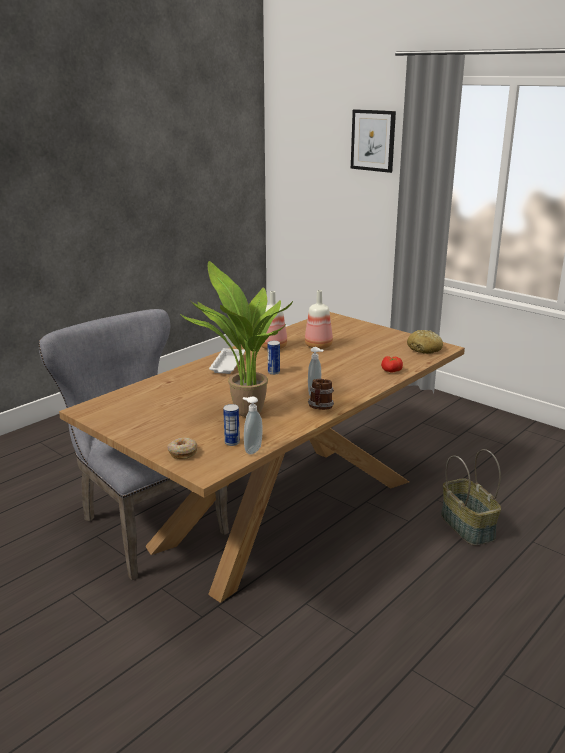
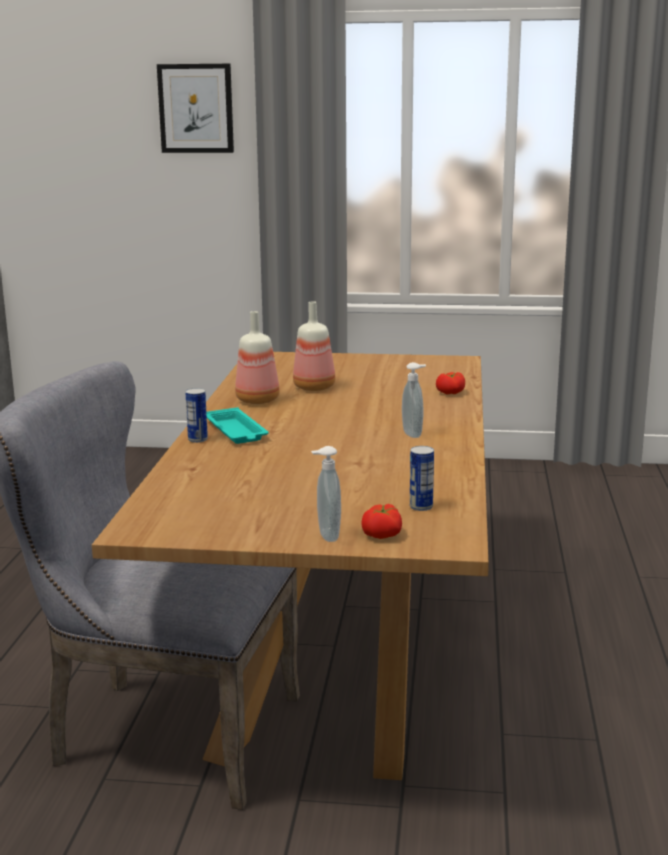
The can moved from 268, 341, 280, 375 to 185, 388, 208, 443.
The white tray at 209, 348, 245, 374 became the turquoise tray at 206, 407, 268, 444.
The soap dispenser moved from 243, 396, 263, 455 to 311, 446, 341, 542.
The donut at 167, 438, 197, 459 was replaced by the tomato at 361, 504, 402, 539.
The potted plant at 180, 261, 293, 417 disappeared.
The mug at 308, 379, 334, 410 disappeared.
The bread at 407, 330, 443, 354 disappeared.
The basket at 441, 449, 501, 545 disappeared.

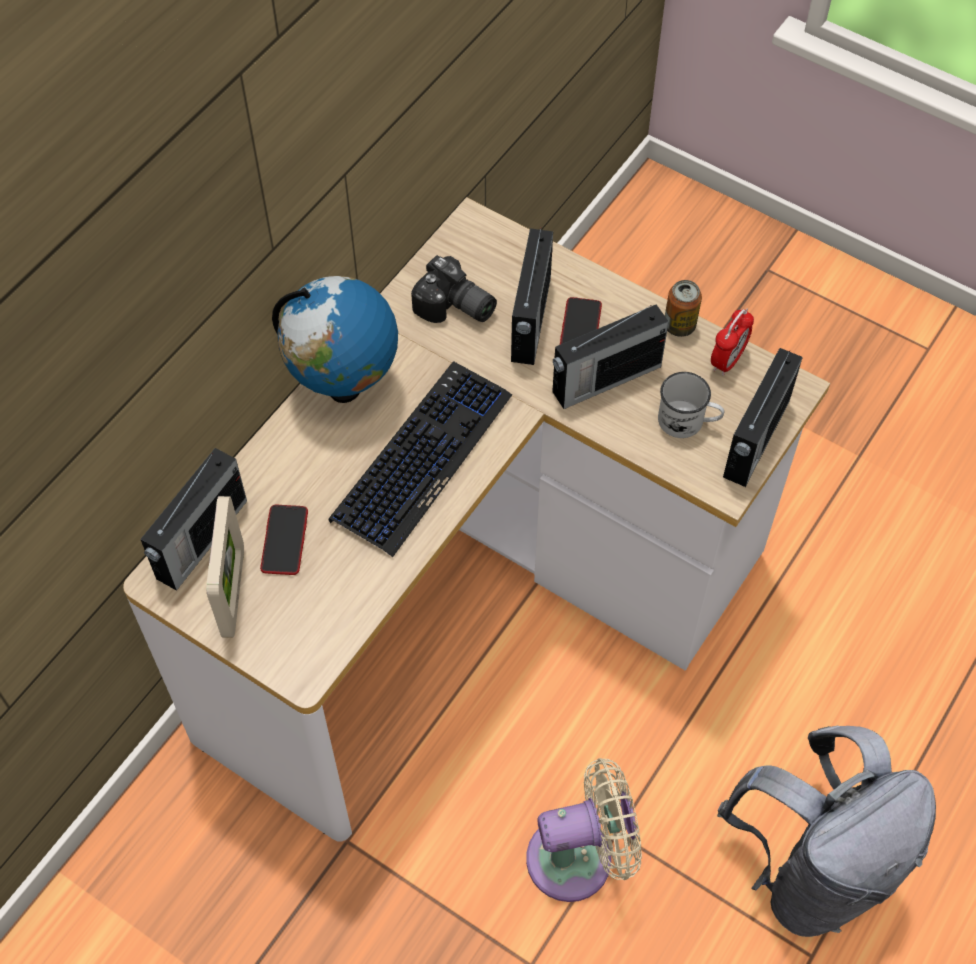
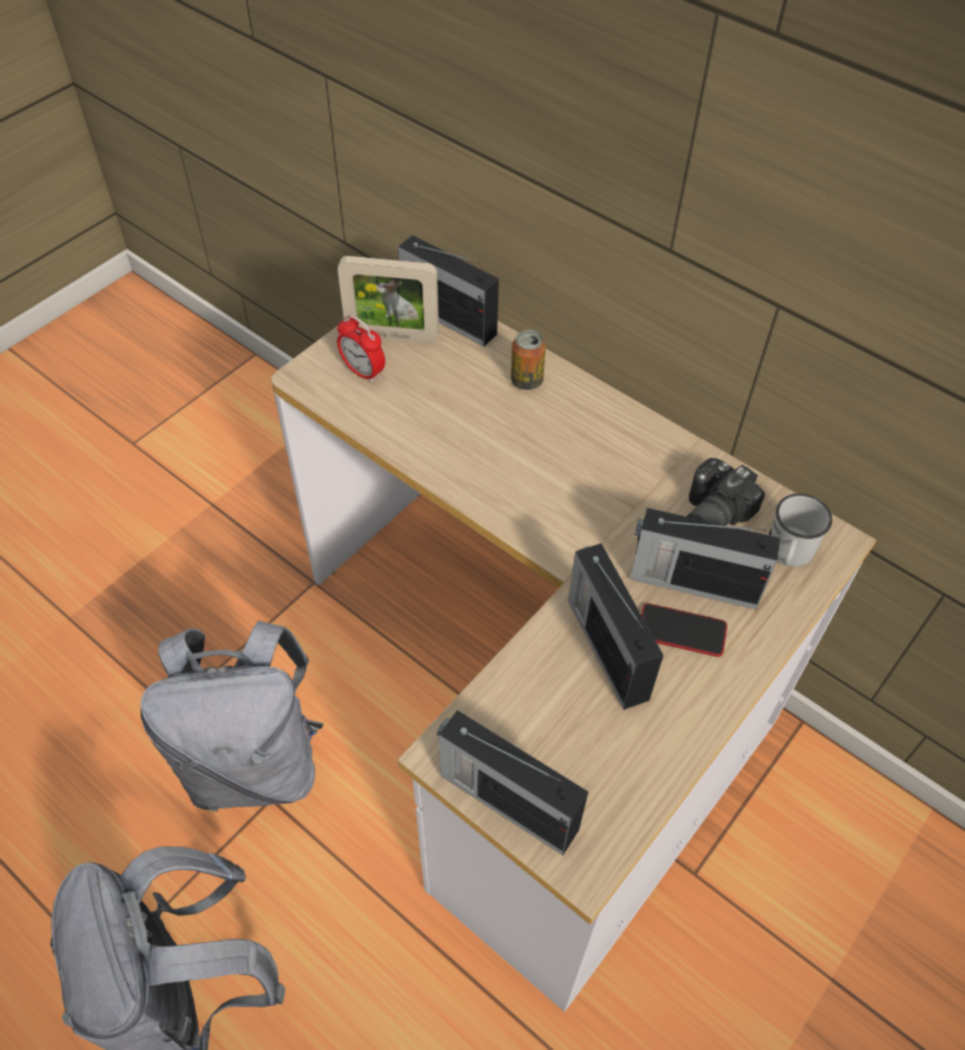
The beige fan at 526, 758, 642, 902 was replaced by the grey backpack at 140, 621, 323, 811.
The alarm clock moved from 711, 308, 754, 376 to 337, 315, 385, 383.
The can moved from 665, 280, 702, 337 to 511, 330, 546, 390.
The white mug moved from 658, 372, 724, 438 to 768, 494, 832, 567.
The phone at 260, 505, 308, 575 disappeared.
The globe at 272, 276, 398, 403 disappeared.
The keyboard at 328, 361, 512, 557 disappeared.

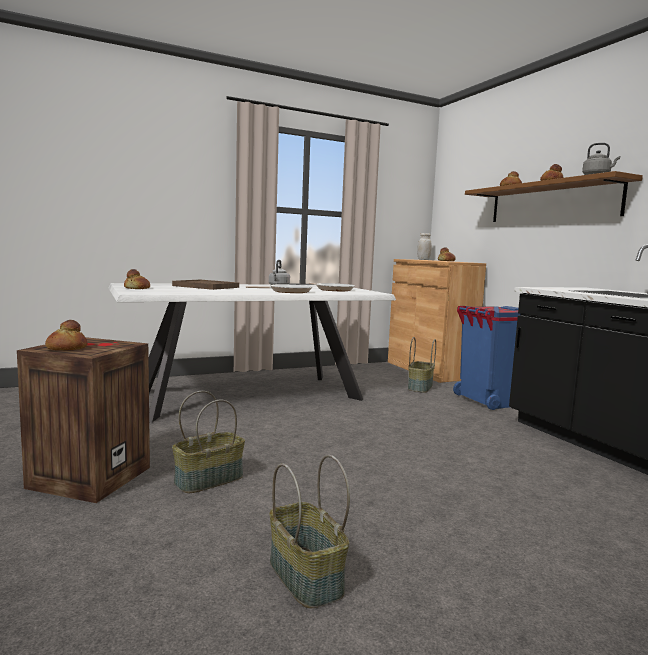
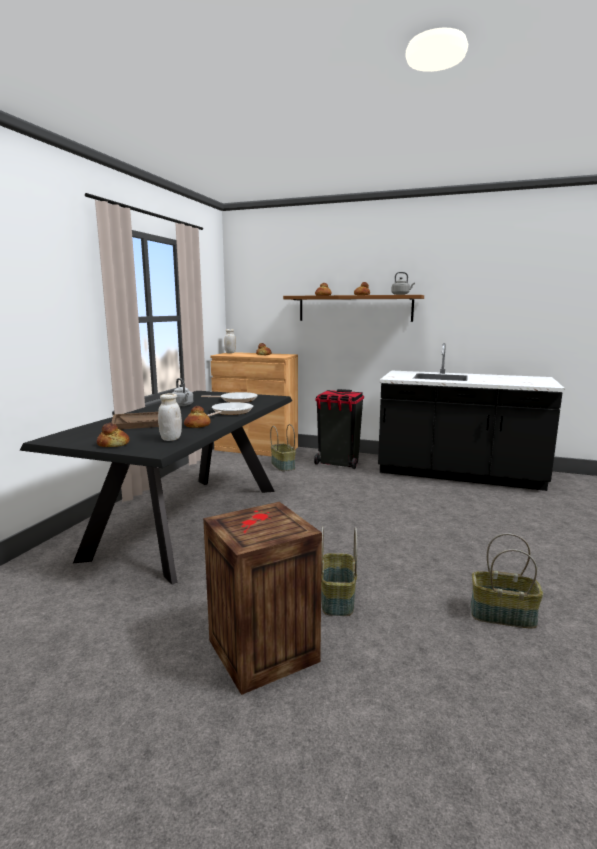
The white dining table at 109, 283, 396, 423 became the black dining table at 20, 391, 292, 584.
The white jar at 158, 393, 182, 441 appeared.
The bread moved from 45, 320, 88, 350 to 184, 406, 211, 428.
The blue trash can at 453, 306, 520, 410 became the black trash can at 314, 389, 364, 469.

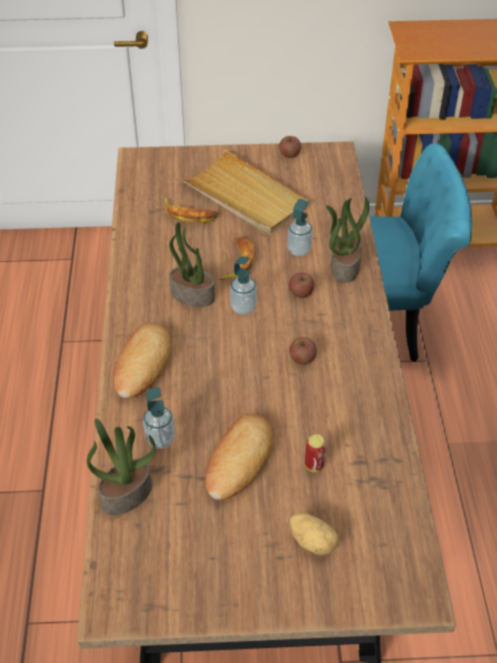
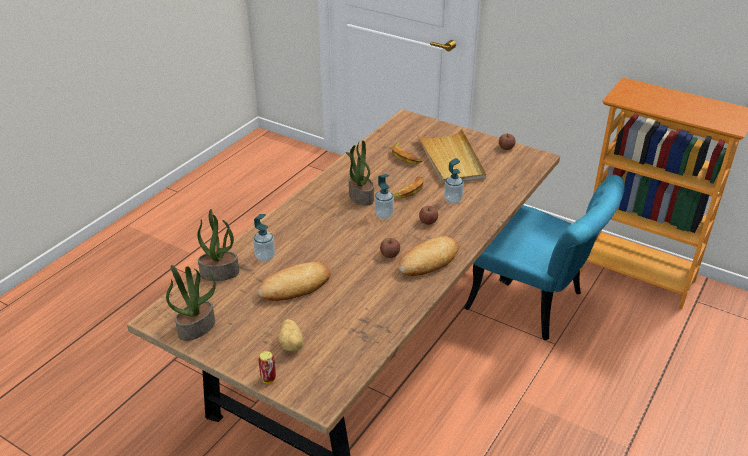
The potted plant moved from 326, 197, 369, 283 to 166, 265, 216, 341.
The can moved from 305, 434, 326, 472 to 258, 351, 276, 384.
The bread moved from 113, 323, 171, 398 to 398, 236, 459, 276.

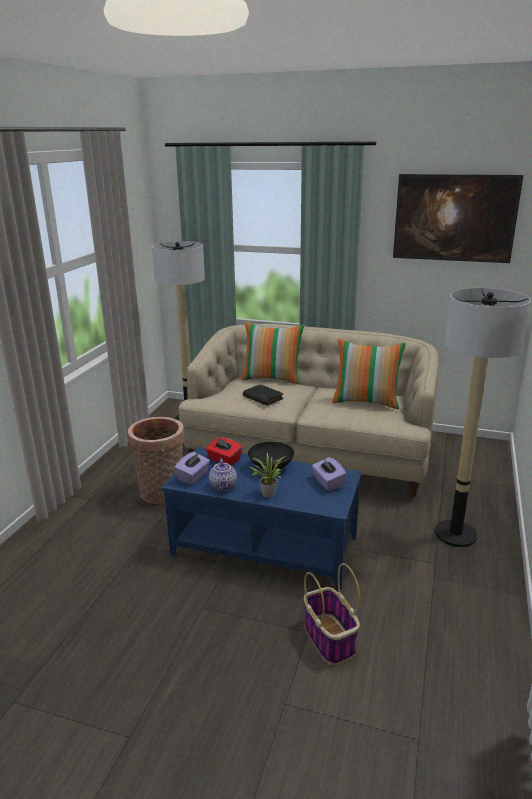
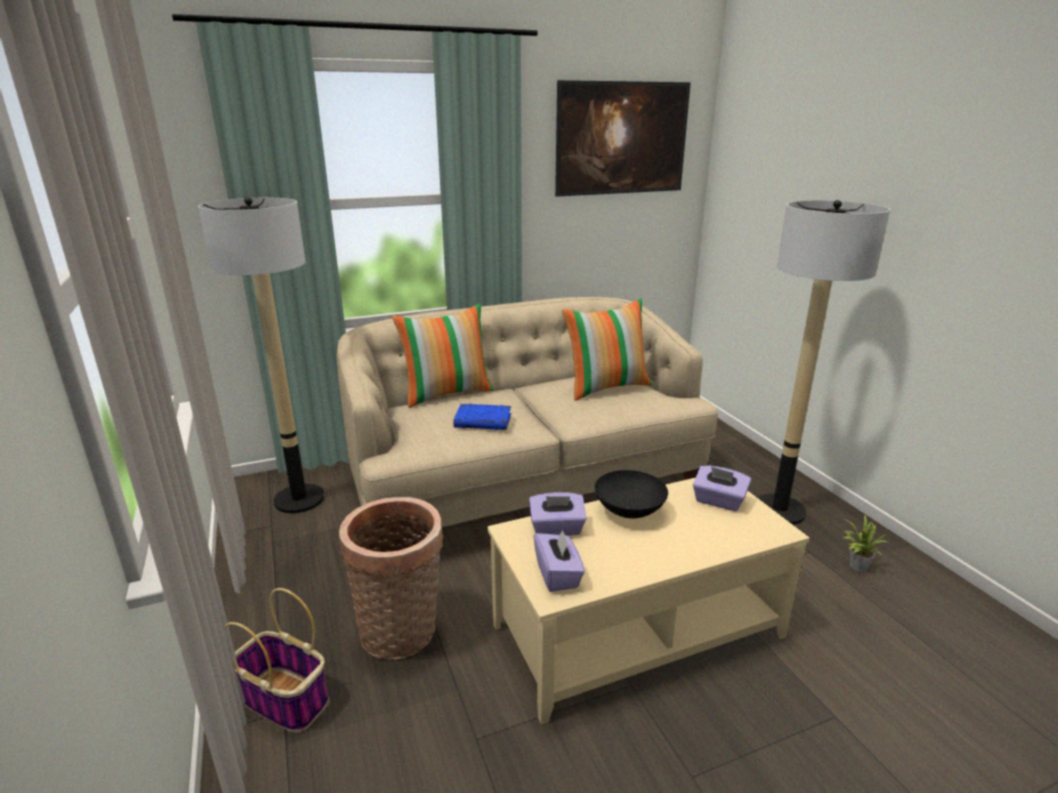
The basket moved from 304, 563, 360, 665 to 224, 588, 329, 733.
The black book at 243, 384, 284, 406 became the blue book at 453, 403, 511, 430.
The blue coffee table at 162, 447, 362, 590 became the beige coffee table at 487, 478, 809, 724.
The red tissue box at 206, 437, 242, 465 became the purple tissue box at 529, 492, 587, 535.
The potted plant moved from 250, 453, 286, 498 to 844, 515, 887, 572.
The teapot at 209, 458, 237, 491 disappeared.

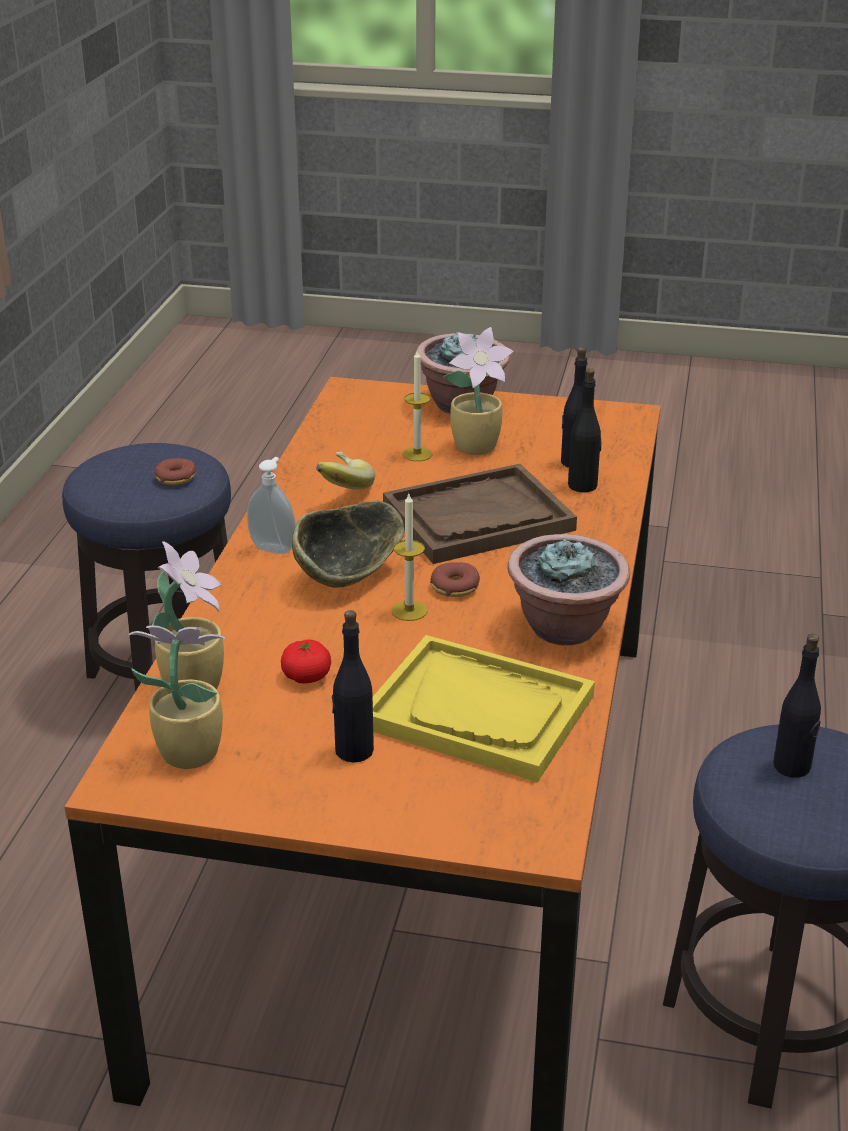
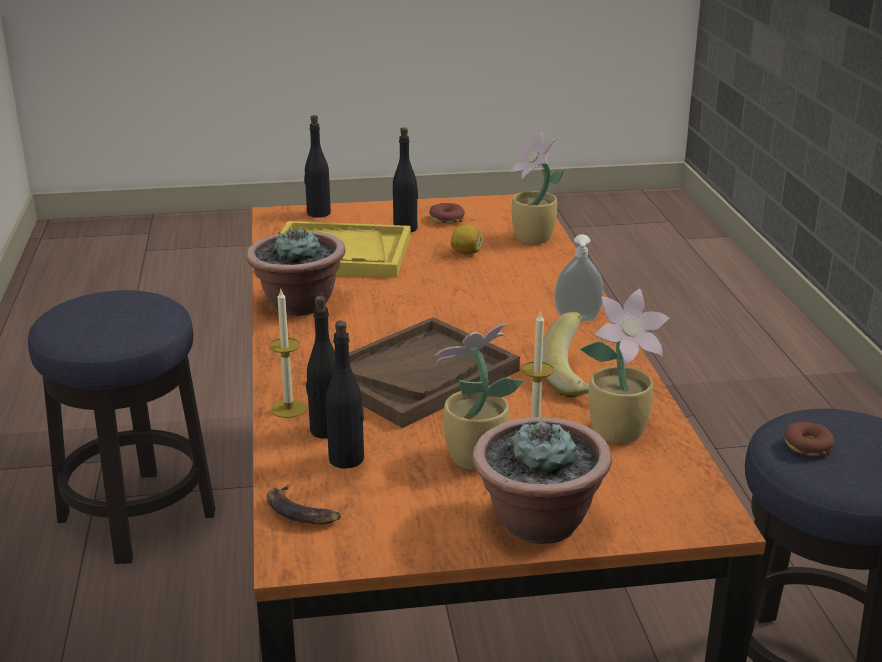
The banana at 267, 484, 341, 525 appeared.
The candle moved from 392, 494, 428, 621 to 269, 290, 307, 418.
The black bottle moved from 773, 634, 821, 778 to 304, 115, 331, 218.
The donut moved from 430, 562, 480, 597 to 429, 203, 465, 224.
The tomato at 281, 639, 331, 684 was replaced by the lemon at 451, 225, 483, 254.
The potted plant moved from 129, 625, 225, 769 to 580, 289, 669, 444.
The bowl at 292, 500, 404, 588 disappeared.

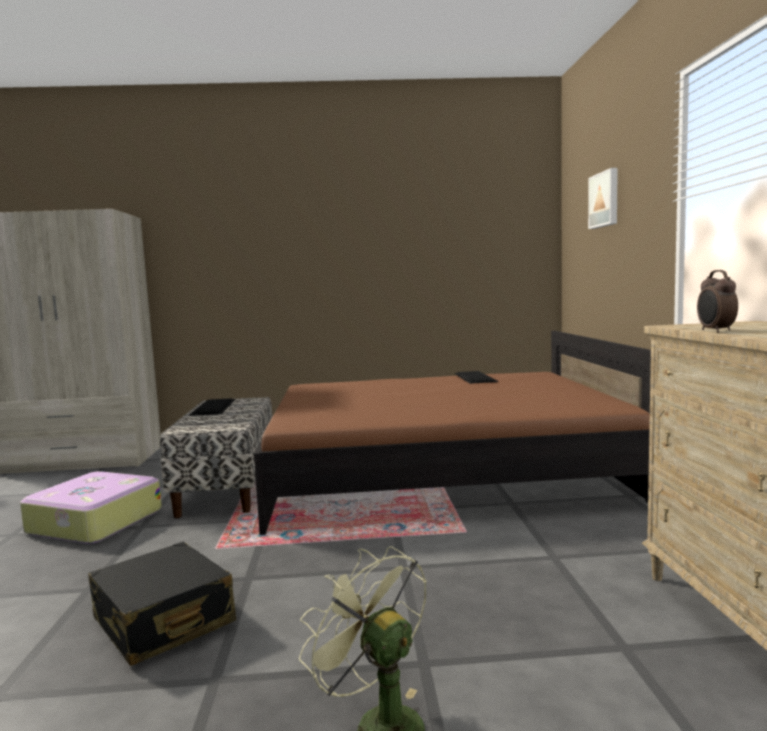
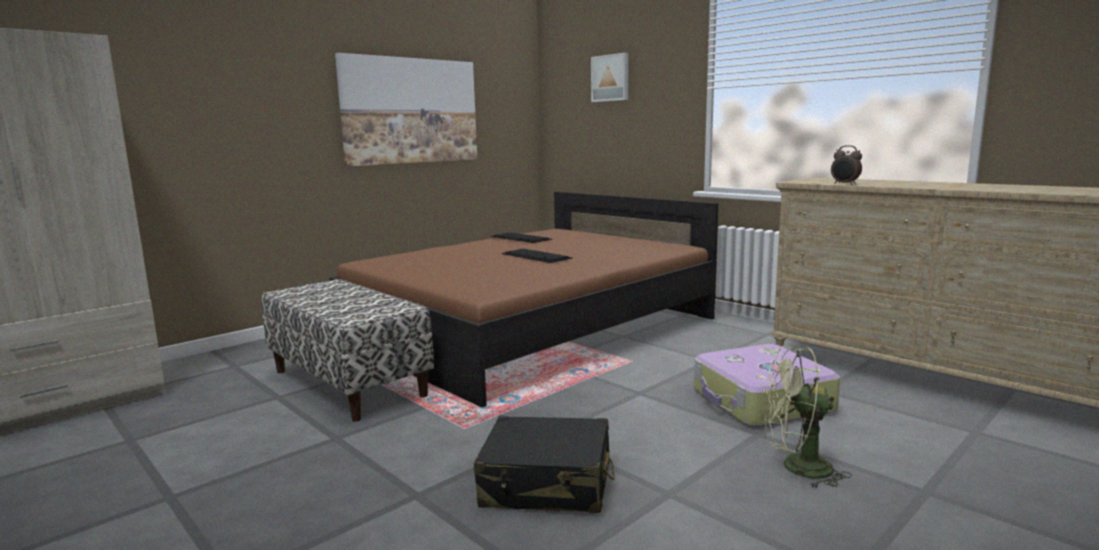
The picture at 335, 53, 477, 166 appeared.
The keyboard moved from 189, 398, 235, 416 to 502, 249, 573, 263.
The suitcase moved from 20, 471, 162, 544 to 694, 344, 840, 428.

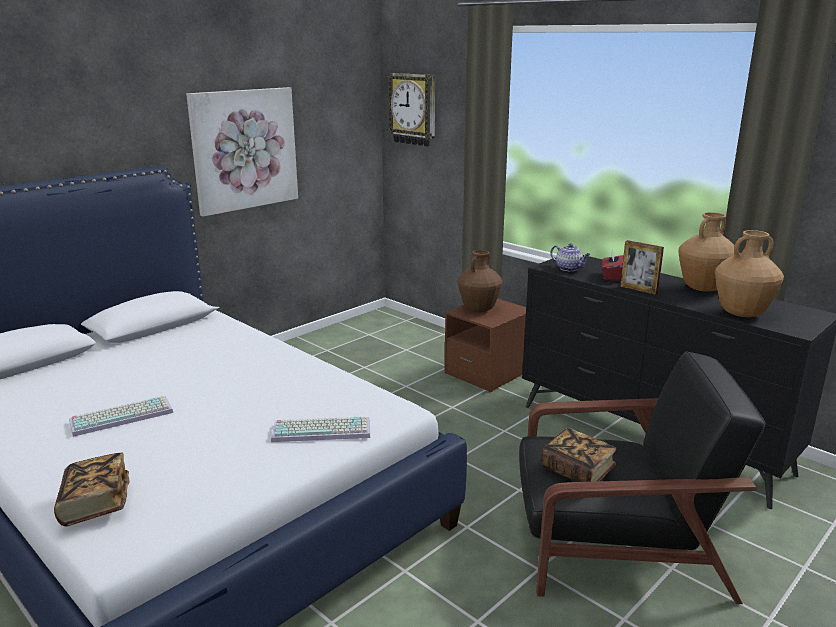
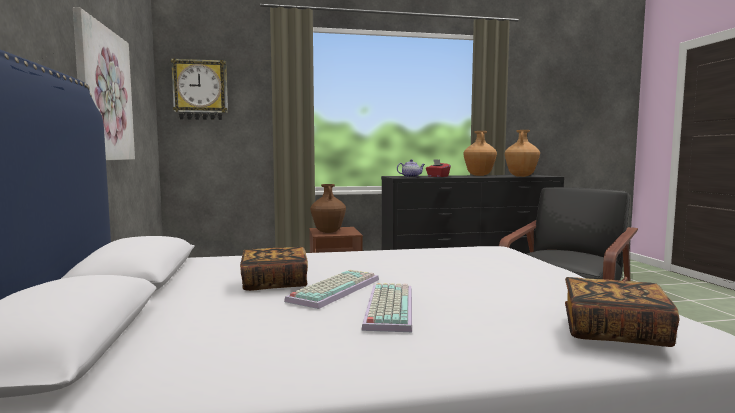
The book moved from 541, 428, 617, 482 to 240, 247, 308, 291.
The keyboard moved from 271, 416, 370, 442 to 284, 270, 379, 309.
The picture frame at 620, 240, 664, 295 disappeared.

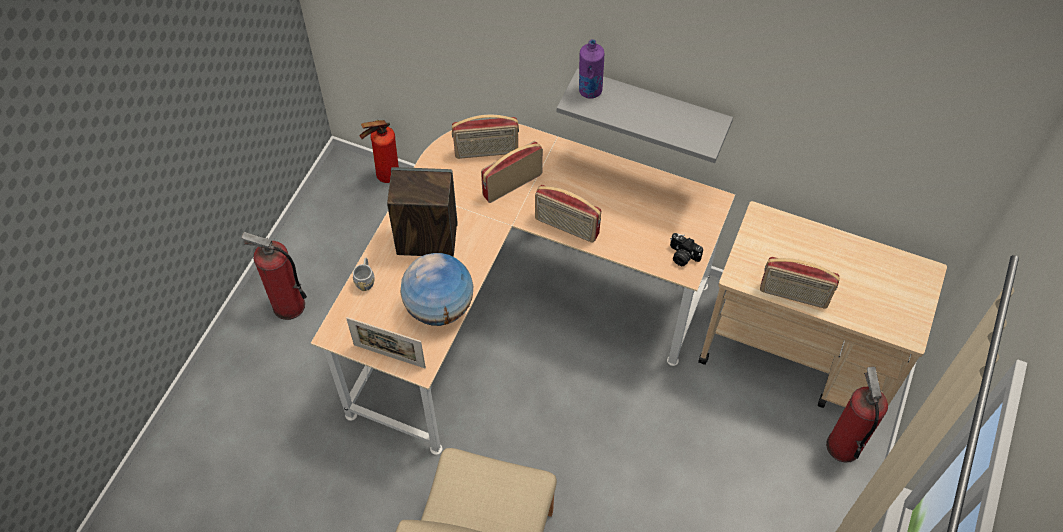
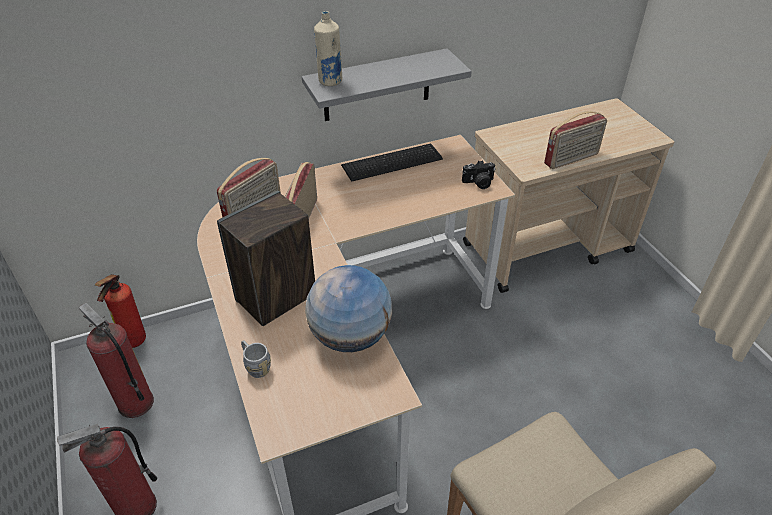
The fire extinguisher moved from 826, 367, 888, 463 to 79, 303, 154, 418.
The purple bottle at 579, 39, 604, 99 became the beige bottle at 314, 11, 342, 86.
The keyboard at 341, 144, 443, 182 appeared.
The picture frame at 346, 317, 426, 368 disappeared.
The radio at 535, 185, 601, 243 disappeared.

